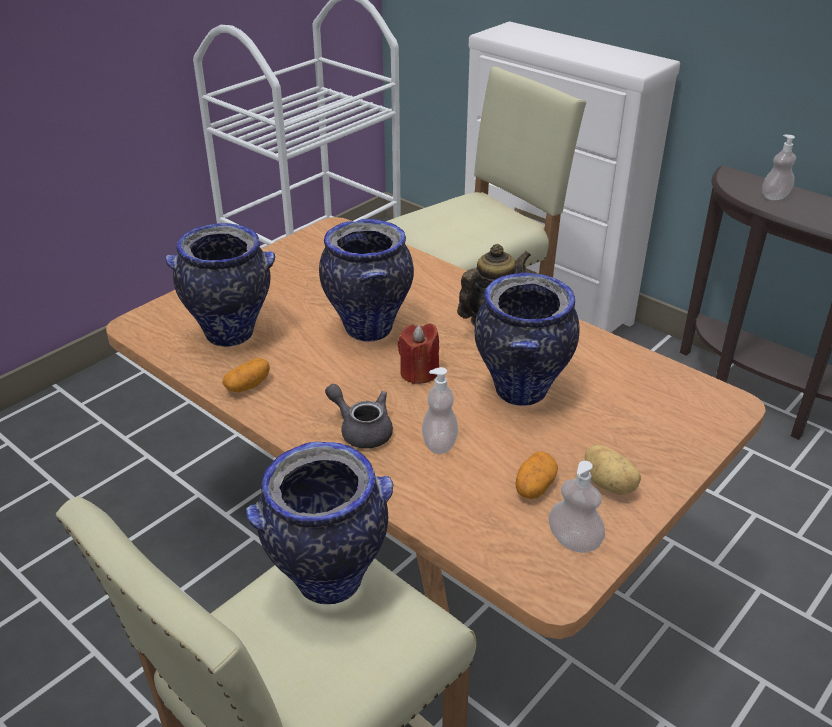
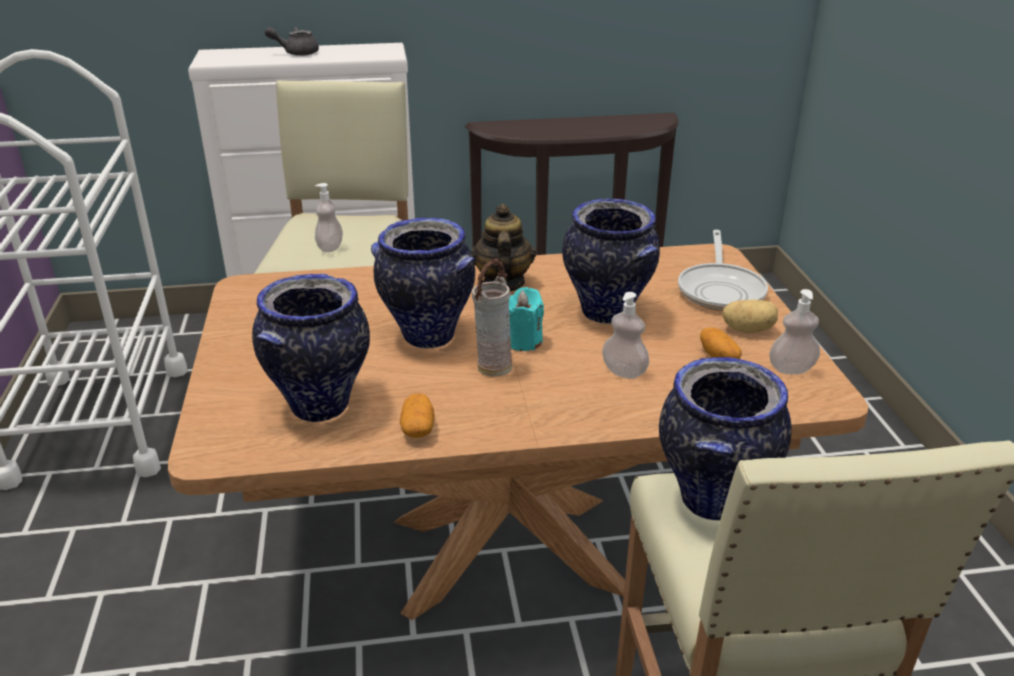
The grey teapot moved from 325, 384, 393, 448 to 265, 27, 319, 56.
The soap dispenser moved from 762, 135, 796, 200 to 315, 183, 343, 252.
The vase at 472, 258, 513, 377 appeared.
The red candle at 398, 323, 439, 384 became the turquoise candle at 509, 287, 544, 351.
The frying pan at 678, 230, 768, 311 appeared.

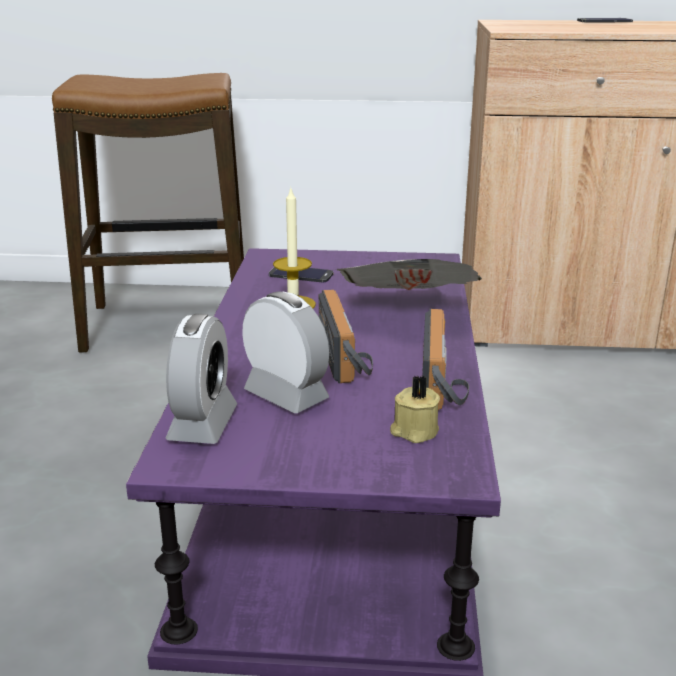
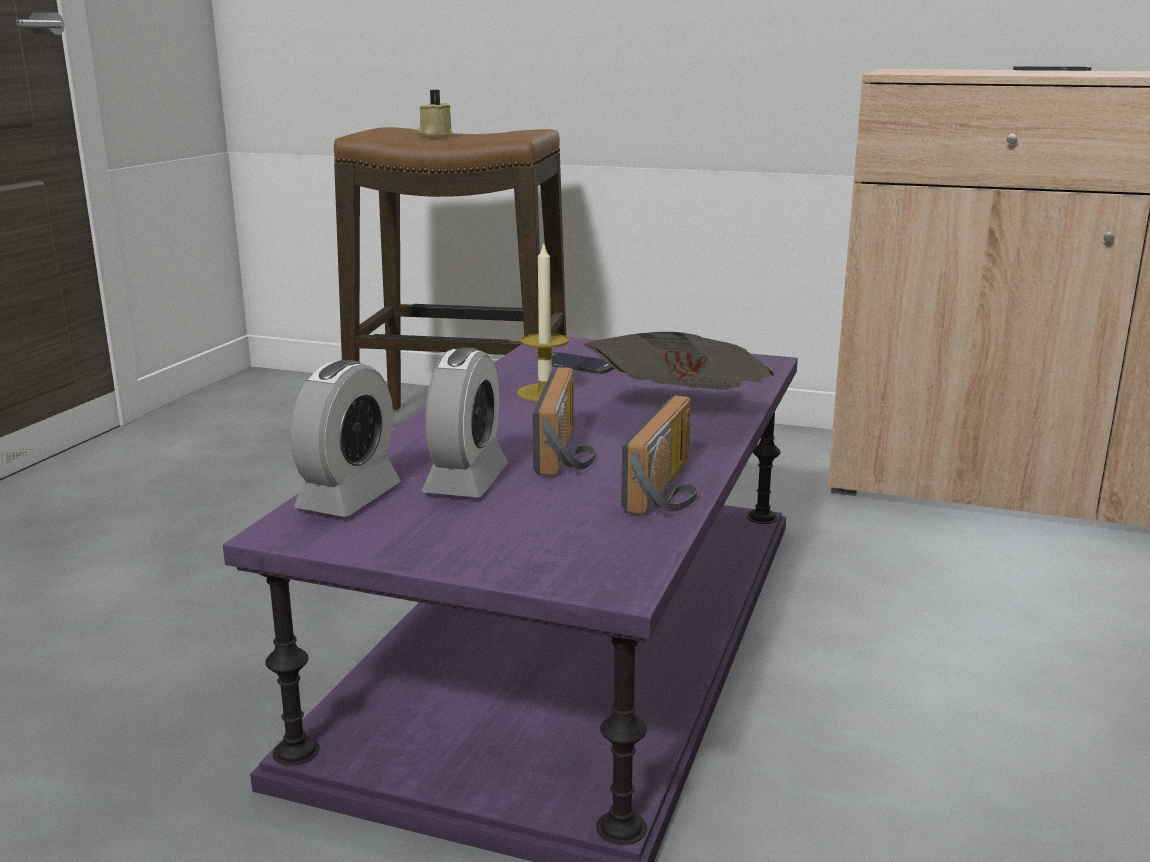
The beige candle moved from 390, 376, 440, 443 to 417, 90, 453, 135.
The alarm clock at 242, 291, 329, 413 turned 45 degrees clockwise.

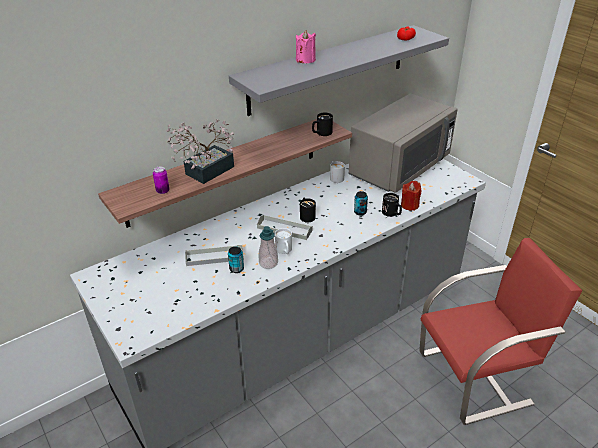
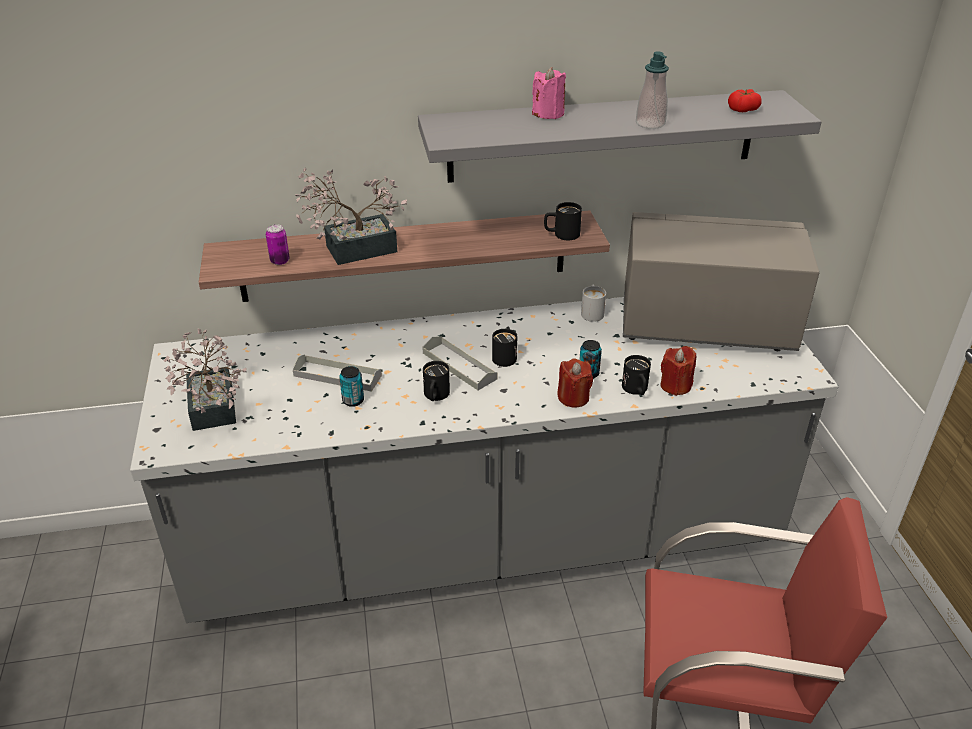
The potted plant at 164, 329, 246, 431 appeared.
The white mug at 275, 228, 292, 254 became the black mug at 423, 361, 450, 401.
The red candle at 557, 358, 593, 407 appeared.
The grey microwave at 349, 94, 458, 193 turned 150 degrees counterclockwise.
The soap dispenser moved from 259, 226, 278, 269 to 636, 52, 669, 129.

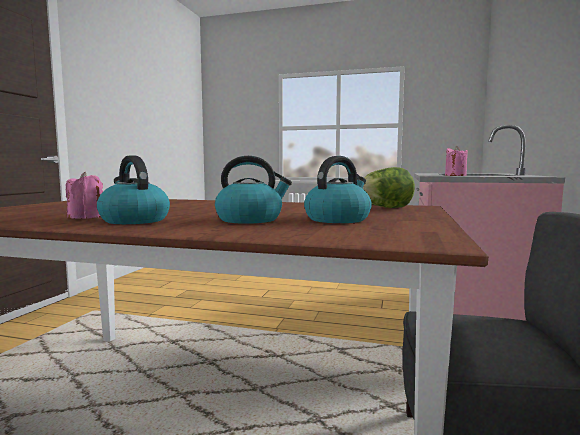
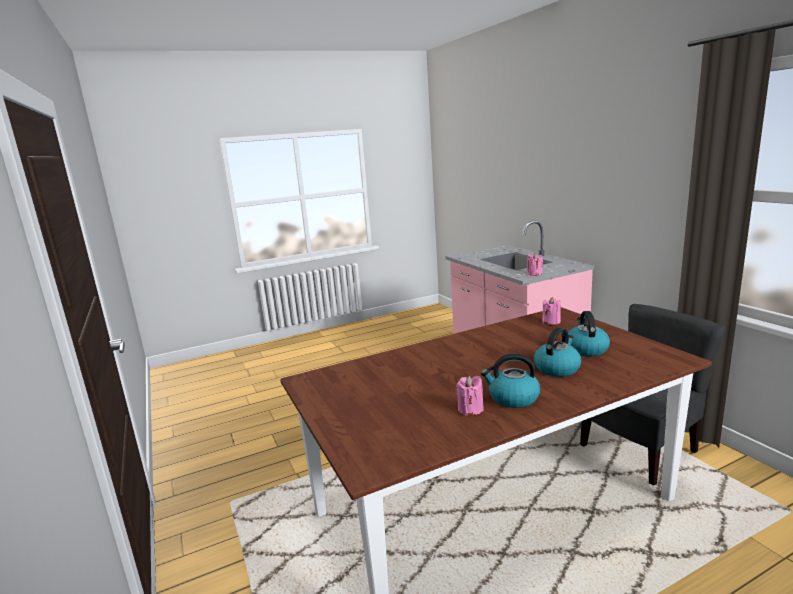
The lettuce at 363, 167, 415, 208 was replaced by the pink candle at 542, 297, 561, 325.

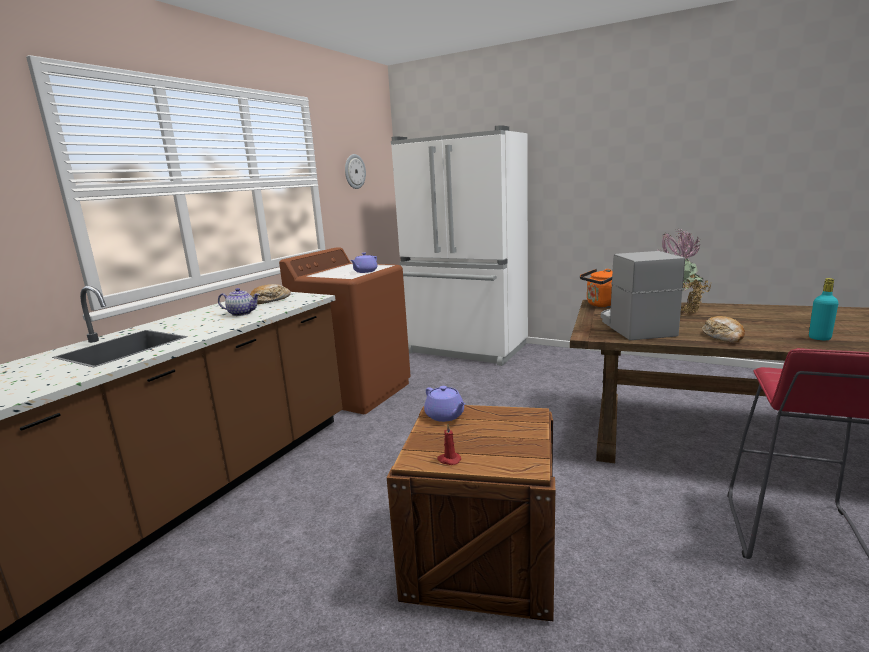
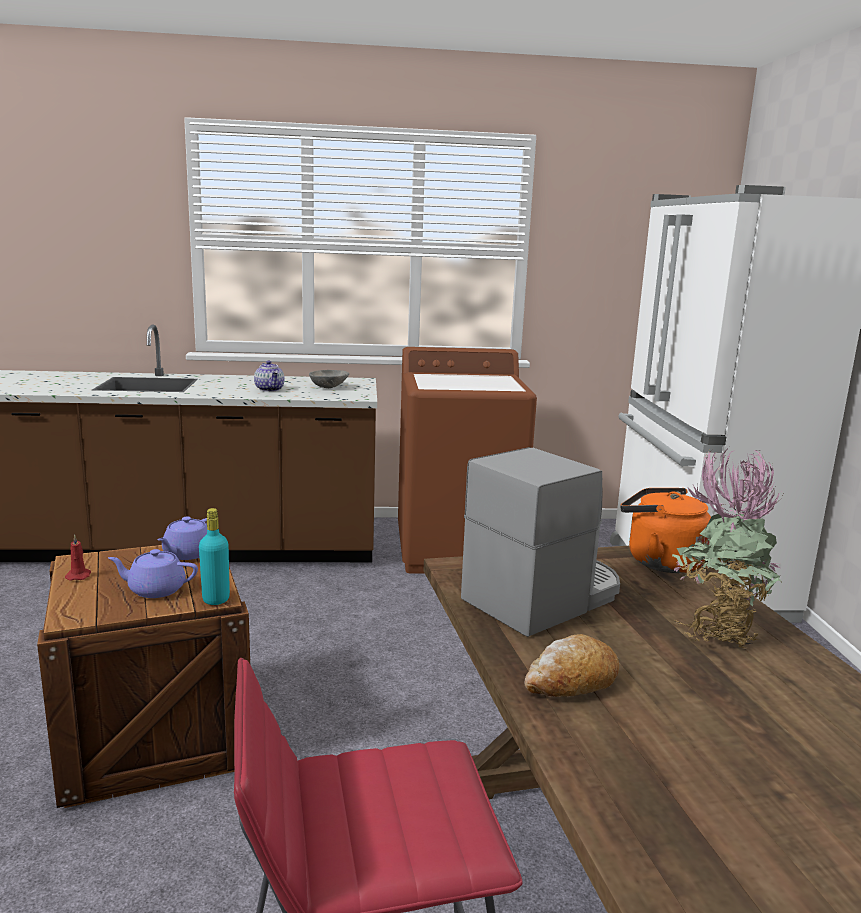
The purple teapot moved from 351, 252, 378, 273 to 108, 549, 198, 598.
The turquoise bottle moved from 809, 278, 839, 340 to 199, 508, 230, 605.
The bread at 250, 284, 291, 304 was replaced by the grey bowl at 309, 370, 349, 388.
The wall clock at 345, 154, 366, 189 disappeared.

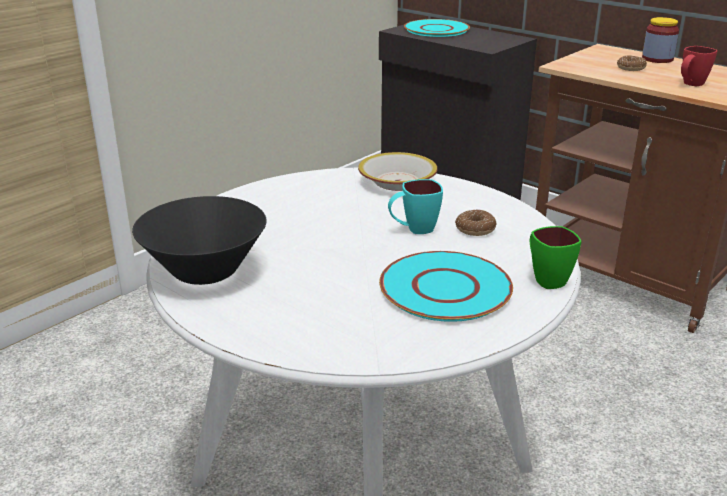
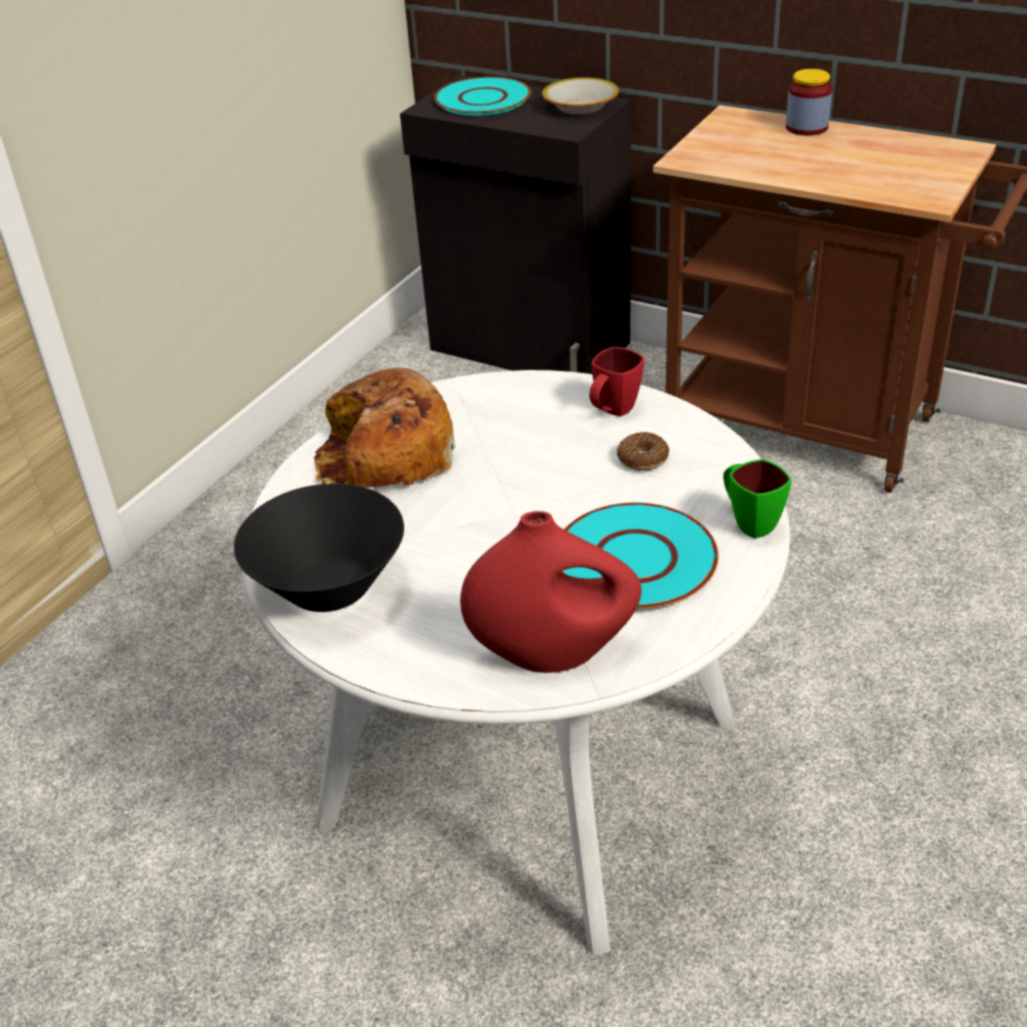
The bread at 314, 368, 456, 488 appeared.
The red vase at 460, 511, 641, 673 appeared.
The bowl moved from 358, 152, 437, 191 to 542, 77, 619, 115.
The red mug moved from 681, 46, 717, 87 to 589, 347, 644, 416.
The turquoise mug at 388, 179, 443, 234 disappeared.
The donut at 617, 55, 647, 71 disappeared.

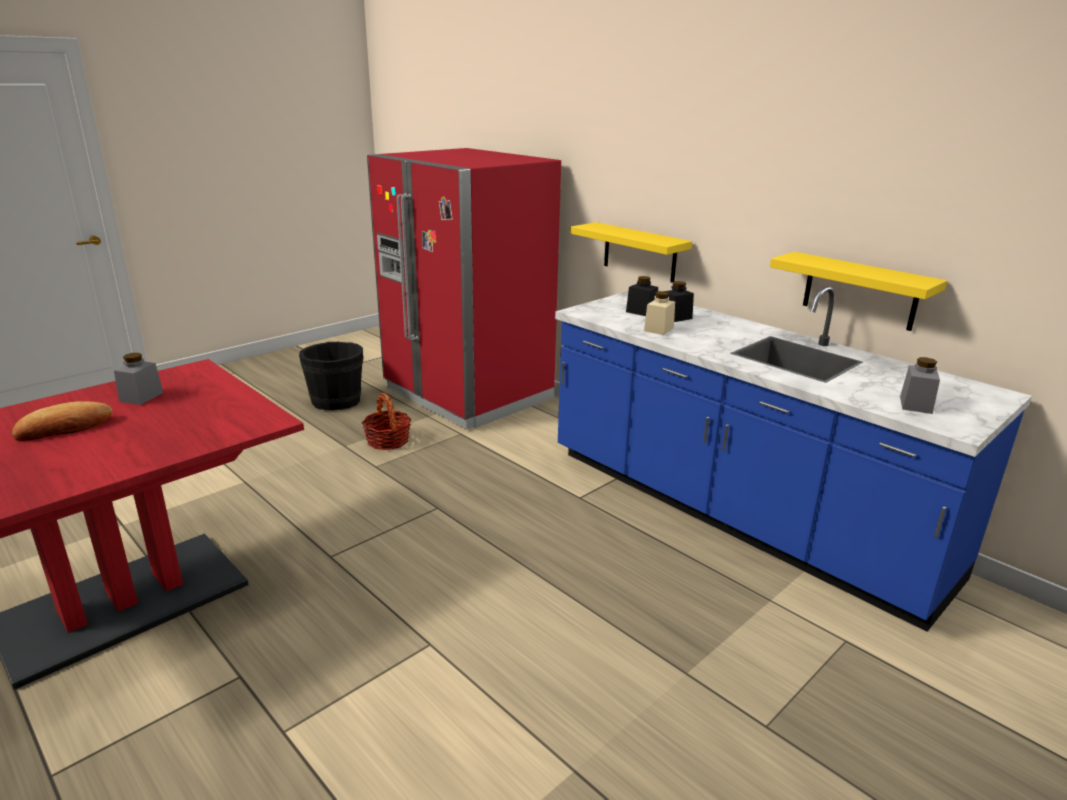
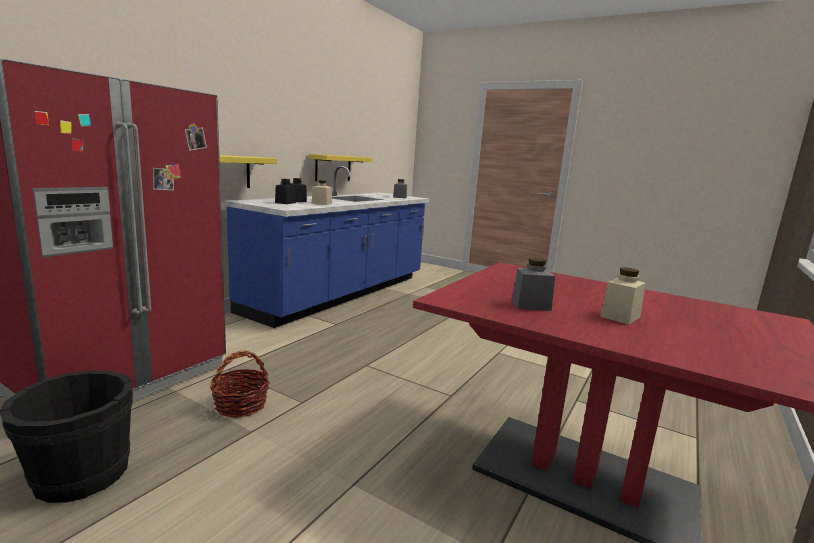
The bread at 12, 401, 112, 441 was replaced by the beige jar at 600, 267, 646, 325.

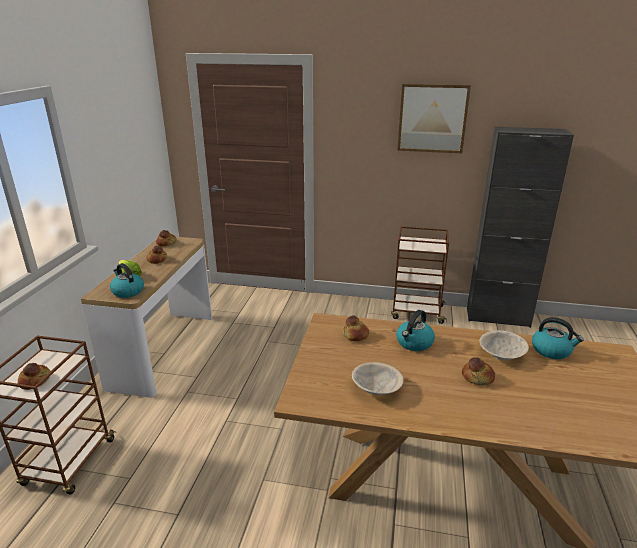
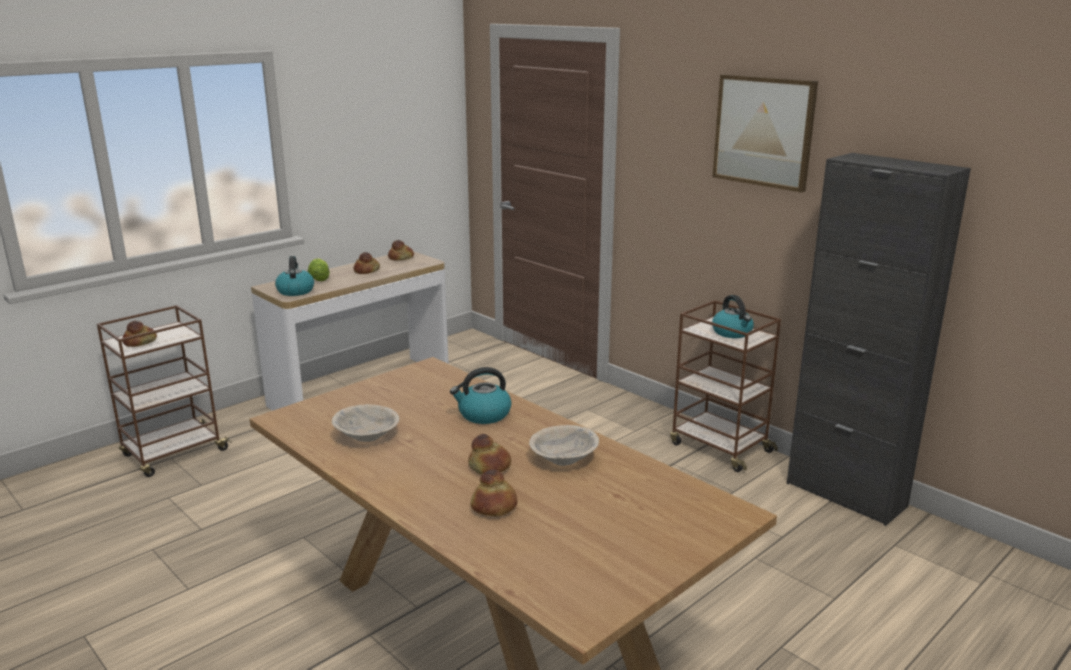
The bread moved from 343, 315, 369, 341 to 471, 469, 518, 516.
The kettle moved from 532, 317, 584, 359 to 712, 295, 754, 338.

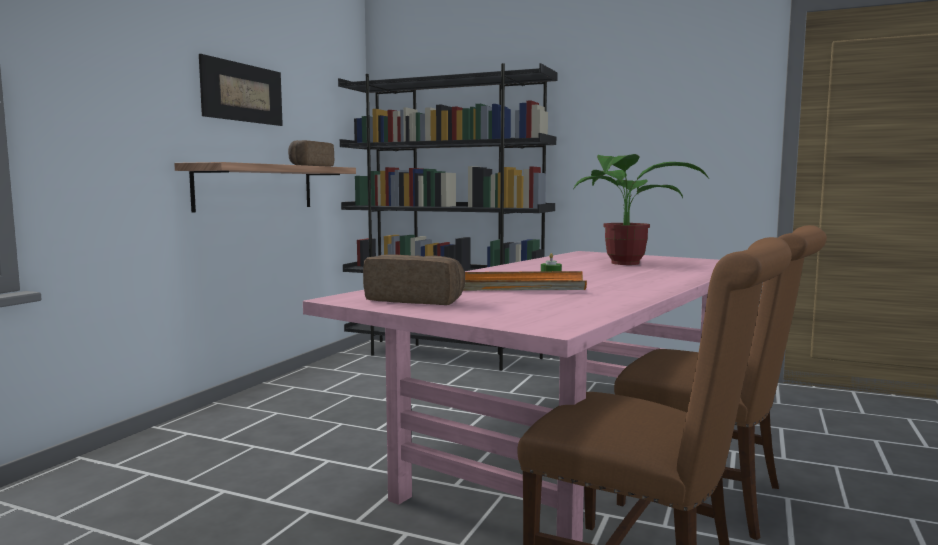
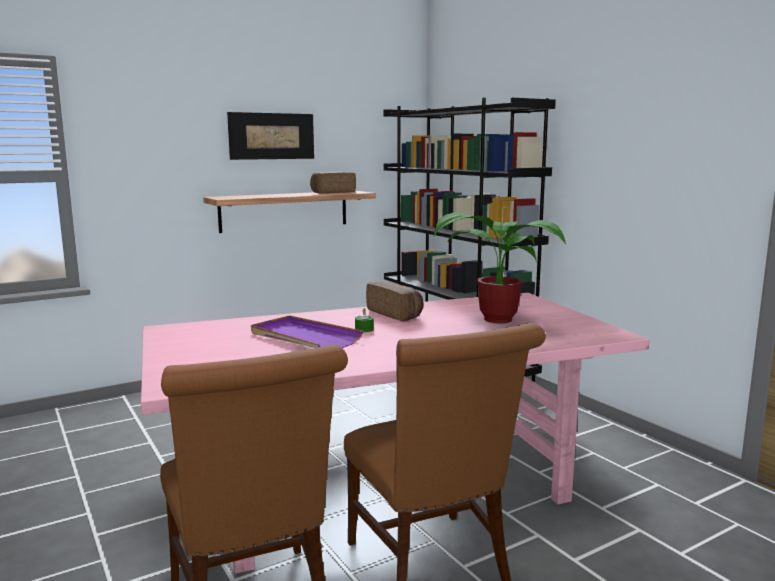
The orange tray at 463, 271, 587, 291 became the purple tray at 251, 315, 364, 348.
The bread moved from 363, 255, 465, 305 to 366, 281, 423, 321.

